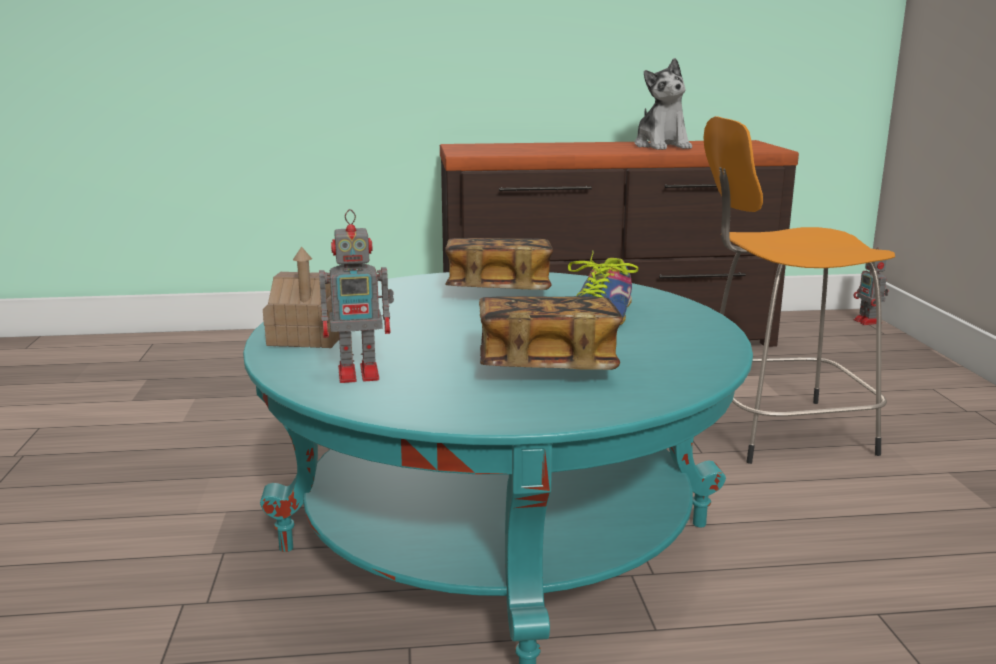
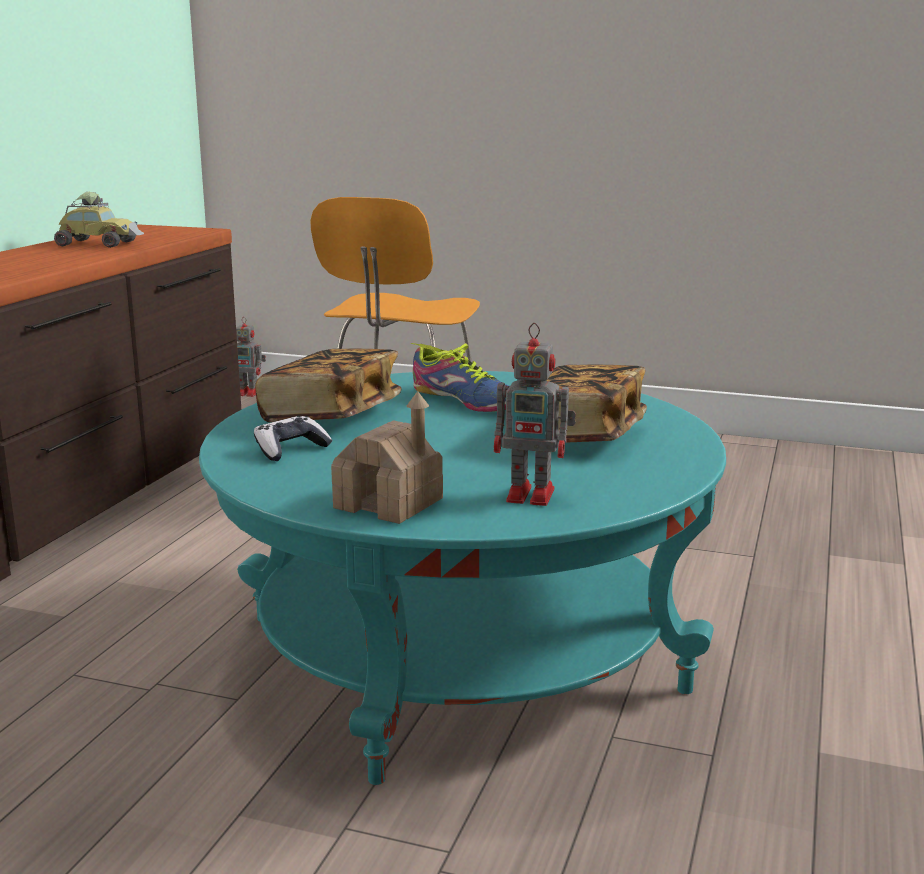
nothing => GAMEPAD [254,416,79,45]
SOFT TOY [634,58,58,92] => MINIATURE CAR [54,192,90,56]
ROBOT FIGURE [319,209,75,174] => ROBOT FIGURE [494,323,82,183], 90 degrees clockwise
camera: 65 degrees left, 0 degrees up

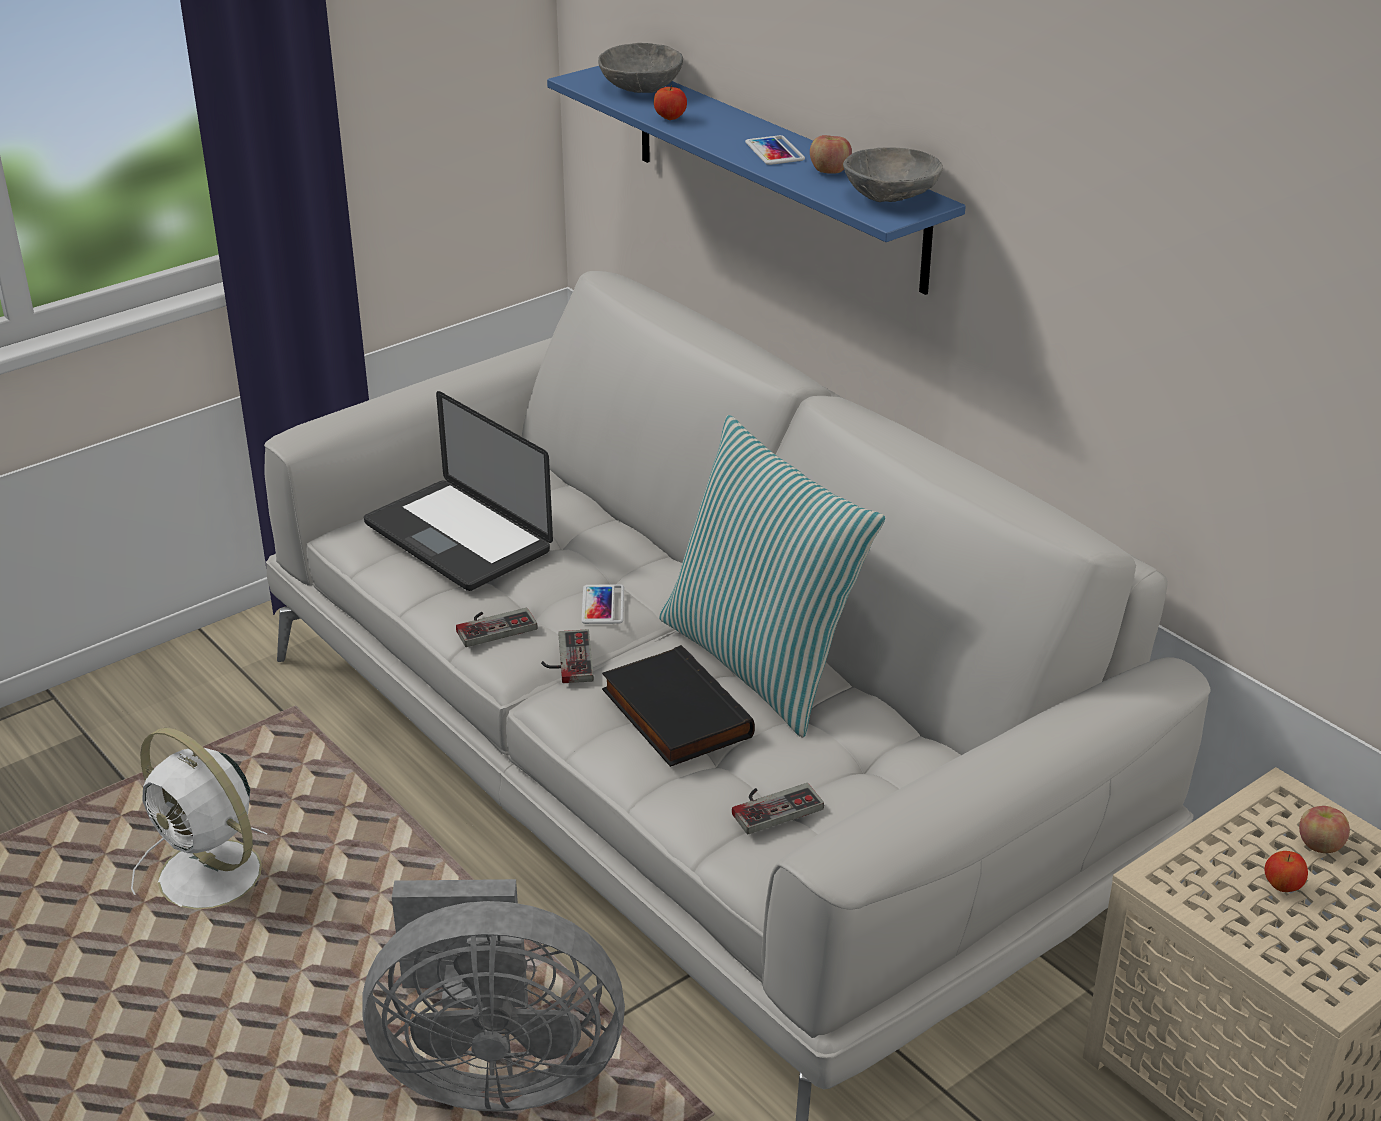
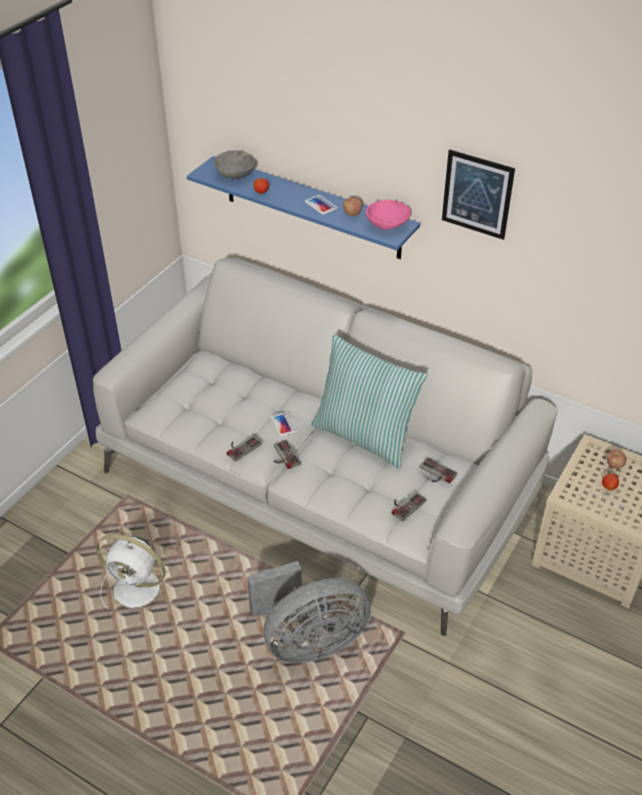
PORTABLE COMPUTER [364,391,189,200] => nothing
BLACK-COLOURED BOUND BOOK [602,645,153,122] => nothing
nothing => GAMEPAD [420,457,37,26]
nothing => WALL ART [442,150,73,90]
GRAY BOWL [843,148,100,54] => PINKISH BOWL [366,200,45,30]
camera: 20 degrees left, 10 degrees up

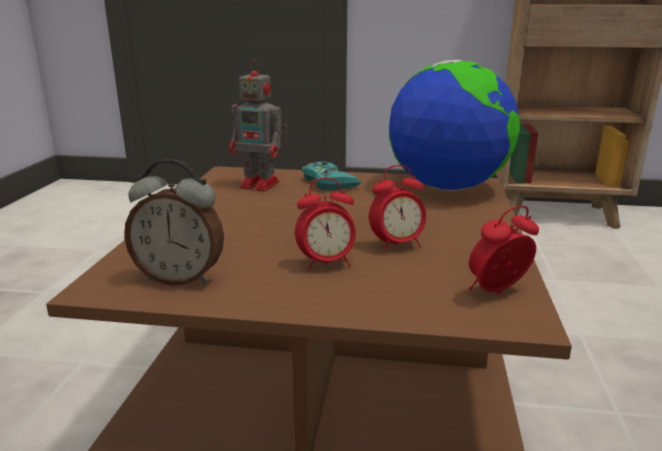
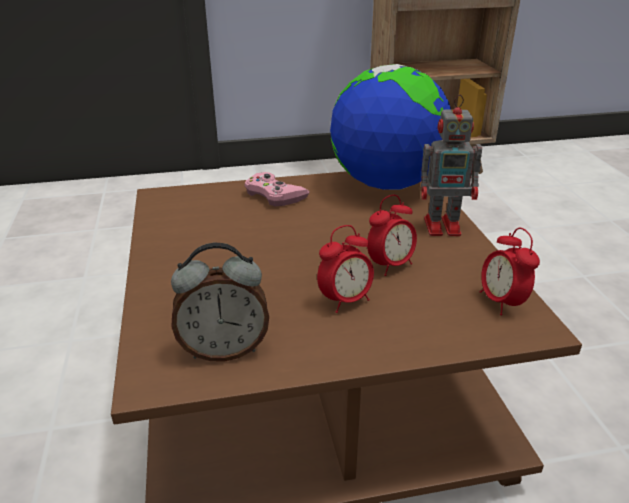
ROBOT FIGURE [229,59,59,133] => ROBOT FIGURE [421,95,61,141], moved
TURQUOISE-COLOURED GAMEPAD [302,161,59,29] => PINKISH GAMEPAD [245,172,65,34]
BEDSIDE CLOCK [469,206,70,89] => BEDSIDE CLOCK [480,228,60,87], 60 degrees counterclockwise
camera: 20 degrees left, 10 degrees up

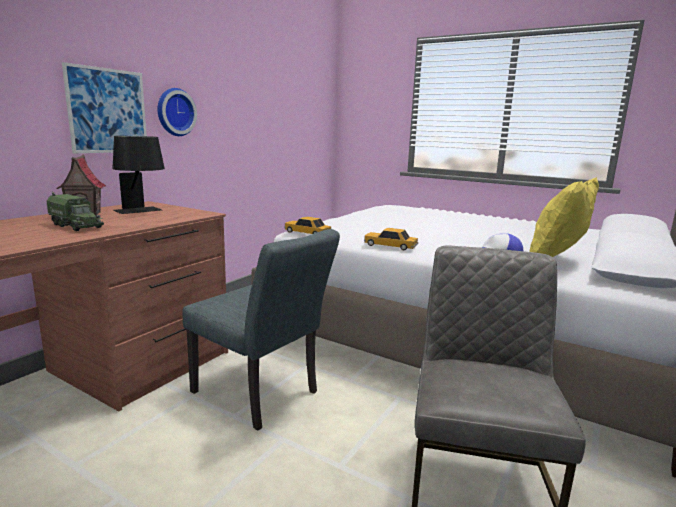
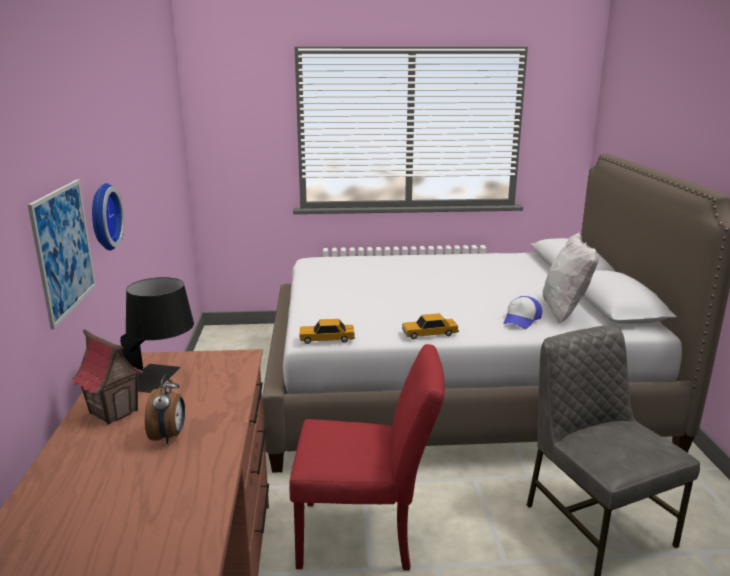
TOY LORRY [46,191,58,40] => BEDSIDE CLOCK [145,374,40,70]
GRAY CHAIR [182,229,158,202] => RED CHAIR [289,344,156,227]
YELLOW-COLOURED THROW PILLOW [529,177,70,80] => WHITISH THROW PILLOW [543,233,55,91]
camera: 35 degrees left, 5 degrees up

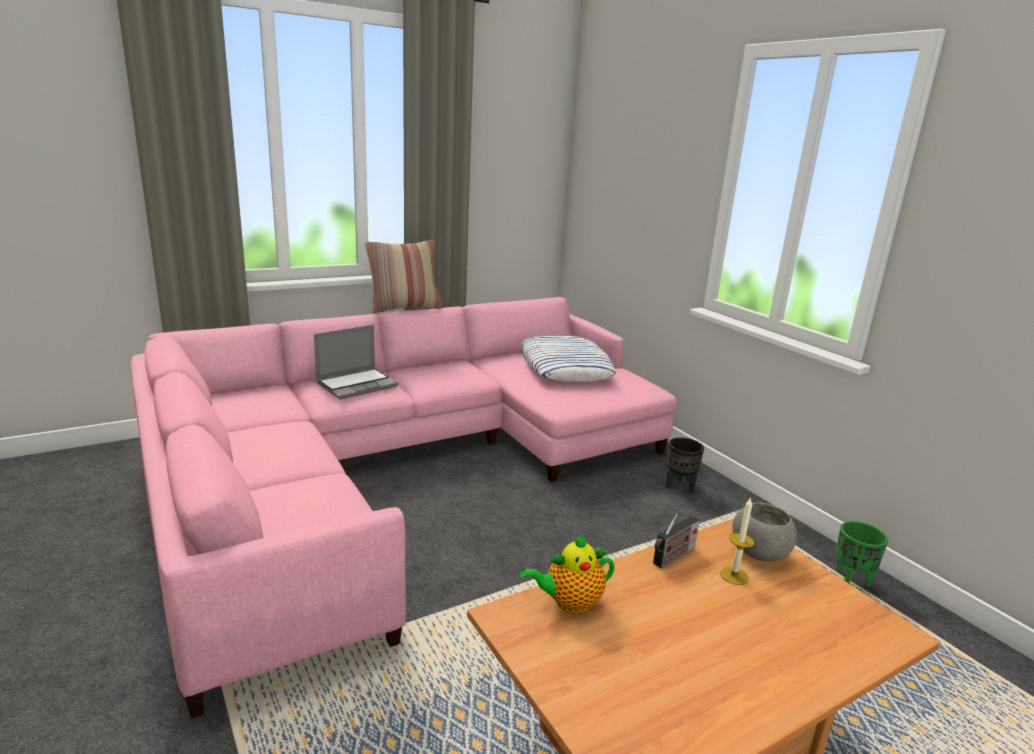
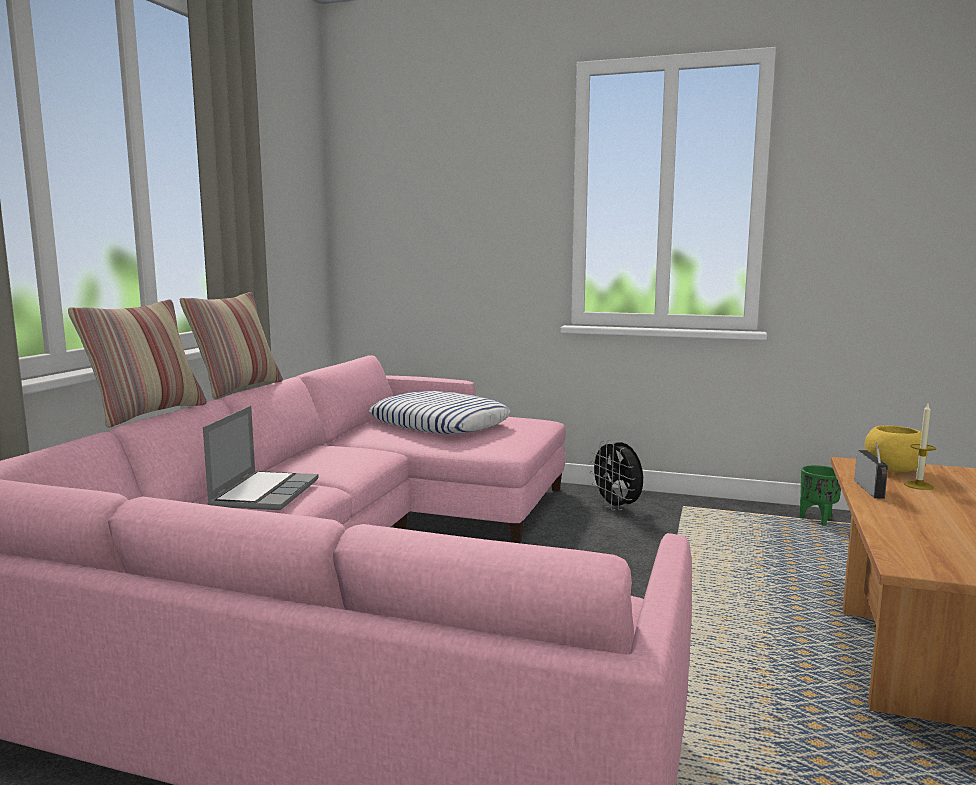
TEAPOT [520,534,94,80] => nothing
nothing => THROW PILLOW [68,300,139,128]
BLACK-COLOURED PLANT POT [666,437,38,56] => BLACK-COLOURED COOLING FAN [589,439,54,71]
GRAY BOWL [733,502,64,59] => YELLOW-COLOURED BOWL [865,425,63,47]
camera: 40 degrees left, 10 degrees down

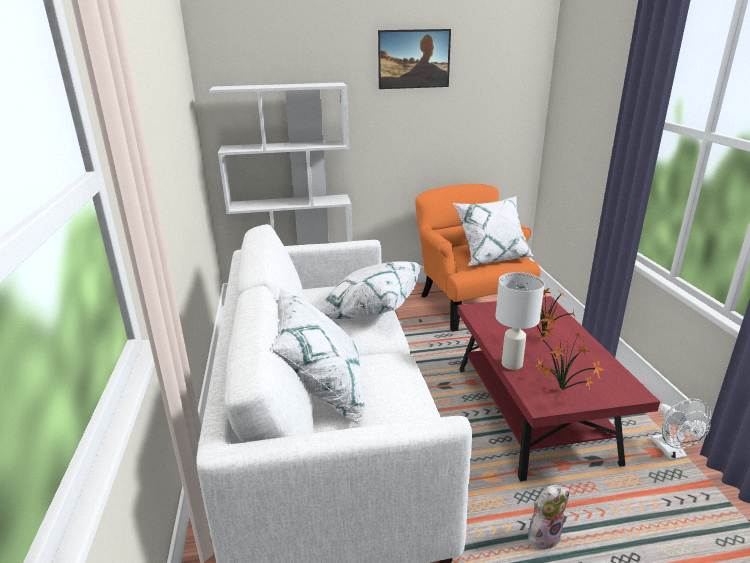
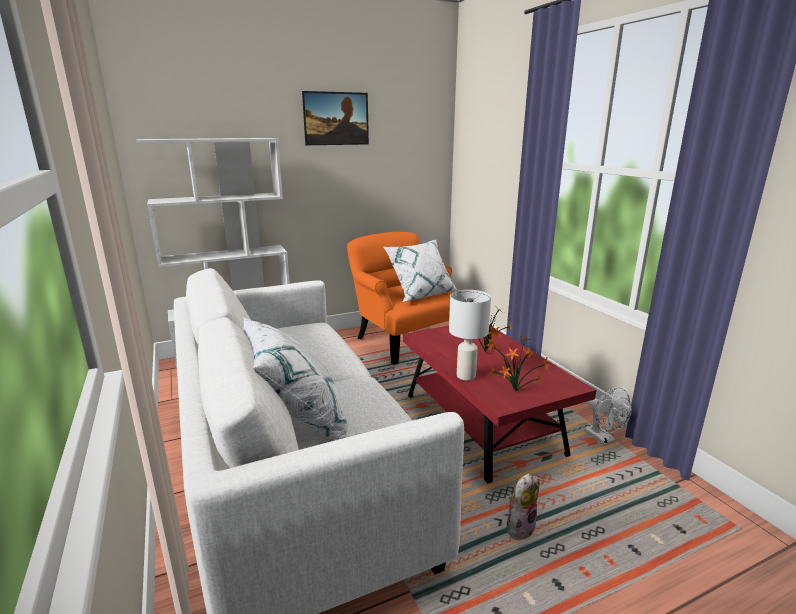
WHITISH THROW PILLOW [319,261,102,58] => nothing
camera: 15 degrees left, 5 degrees down

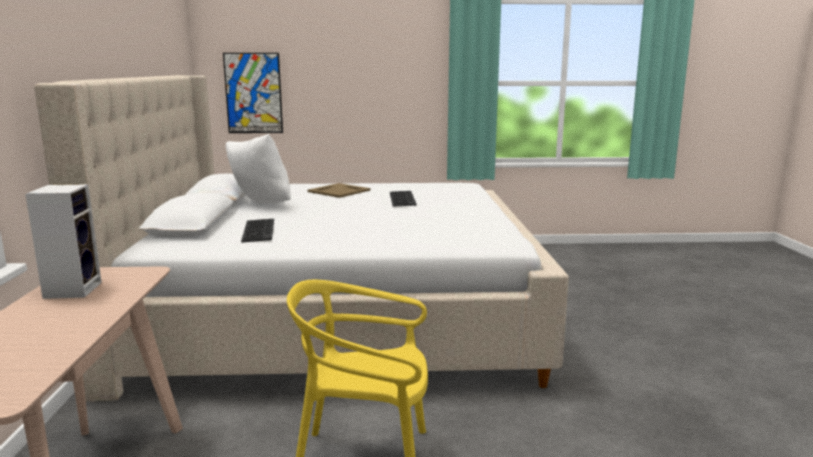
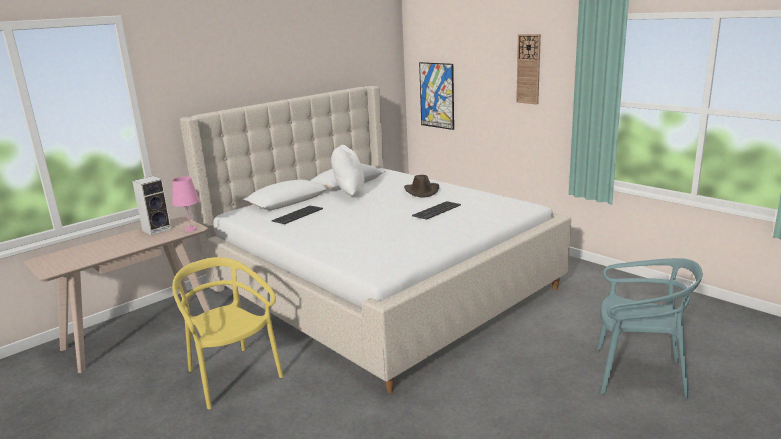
nothing => PINKISH LAMP FOR A TABLE [172,176,28,56]
nothing => HANGING CLOCK [516,34,25,70]
nothing => TURQUOISE-COLOURED CHAIR [597,258,106,141]
BEIGE-COLOURED TRAY [307,183,64,15] => BROWN-COLOURED CLOTHING HAT [404,175,35,23]
camera: 50 degrees right, 5 degrees up

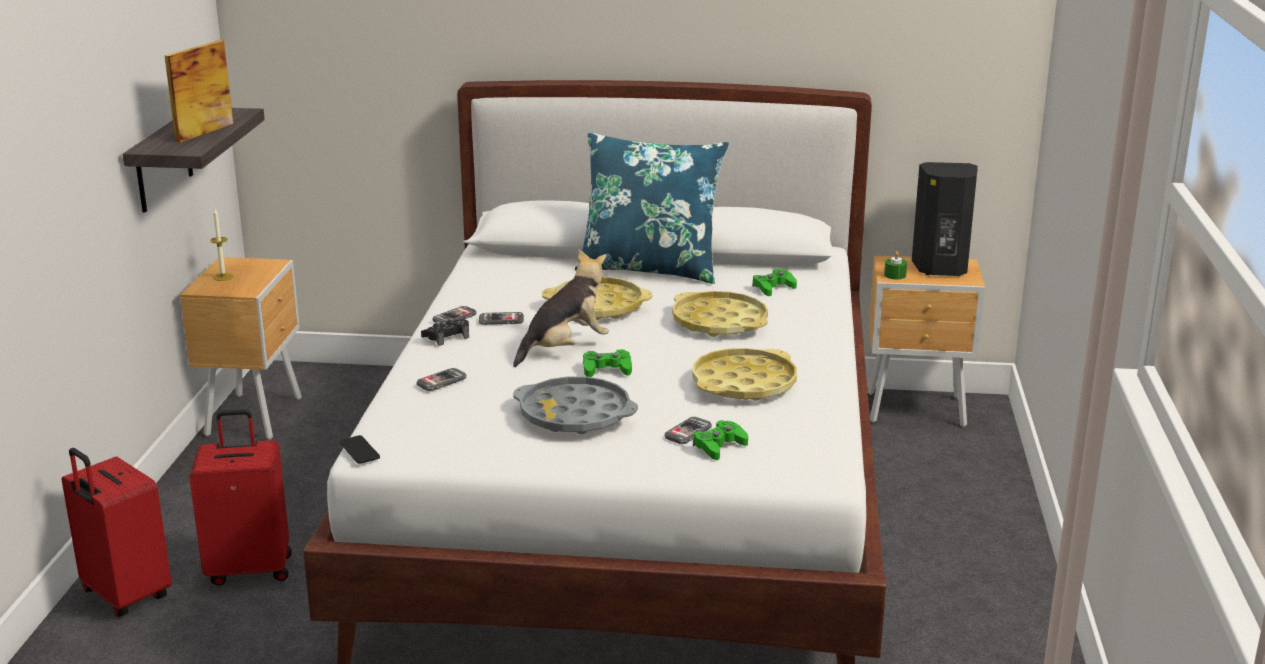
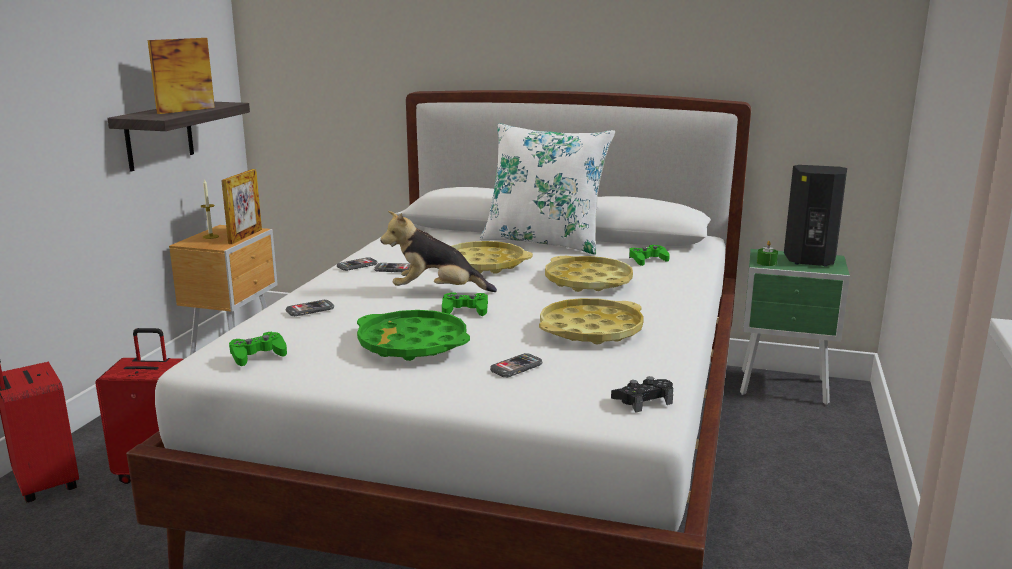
PHONE [339,435,41,29] => nothing
nothing => STANDING FRAME [221,169,41,75]
BLACK-COLOURED GAMEPAD [421,318,48,28] => BLACK-COLOURED GAMEPAD [611,376,62,37], moved
GREENISH GAMEPAD [693,420,55,40] => GREENISH GAMEPAD [229,332,58,34], moved
GRAY TRAY [513,376,125,58] => GREENISH TRAY [357,310,113,51]
BLUE THROW PILLOW [575,132,154,152] => WHITISH THROW PILLOW [480,123,135,132]
BROWN-COLOURED BEDSIDE TABLE [868,255,117,172] => GREENISH BEDSIDE TABLE [740,249,110,156]
SOFT TOY [513,250,96,117] => SOFT TOY [380,211,117,81], 150 degrees counterclockwise
camera: 10 degrees right, 5 degrees down

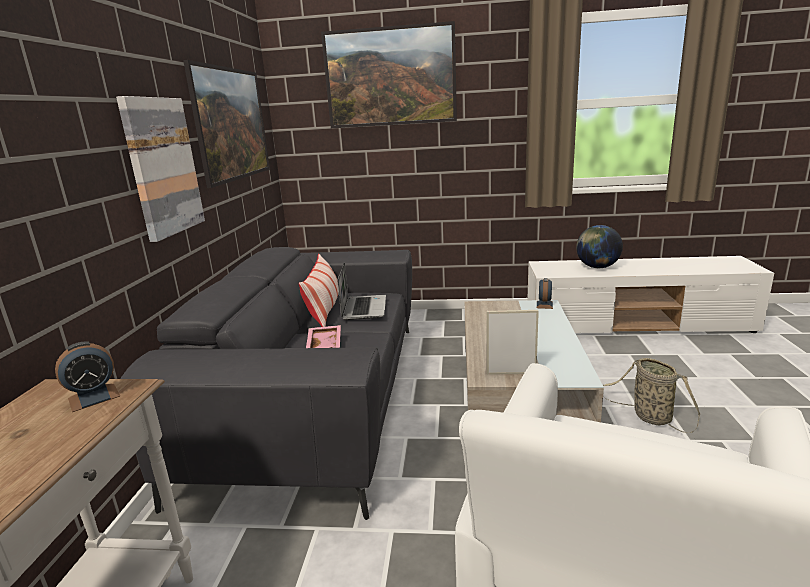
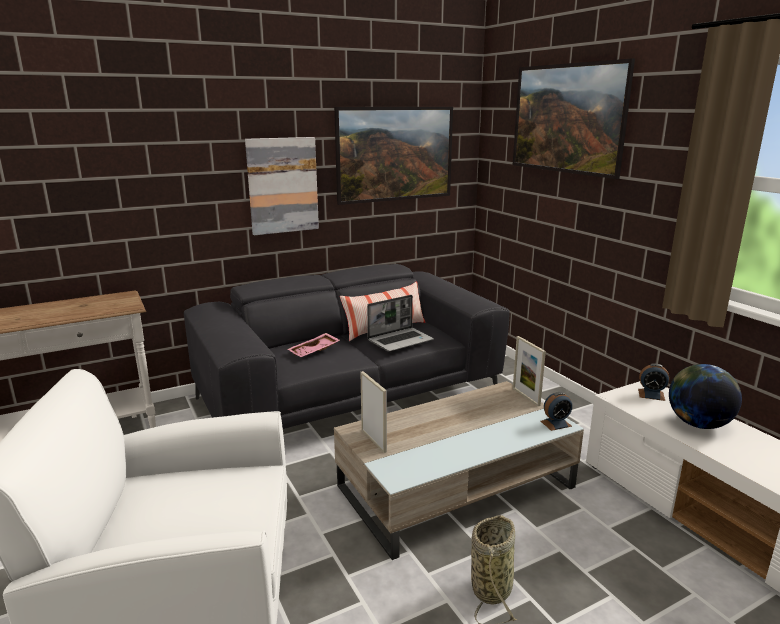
nothing => STANDING FRAME [513,336,33,70]
BEDSIDE CLOCK [55,341,65,71] => BEDSIDE CLOCK [638,363,32,38], moved
camera: 55 degrees right, 0 degrees up

